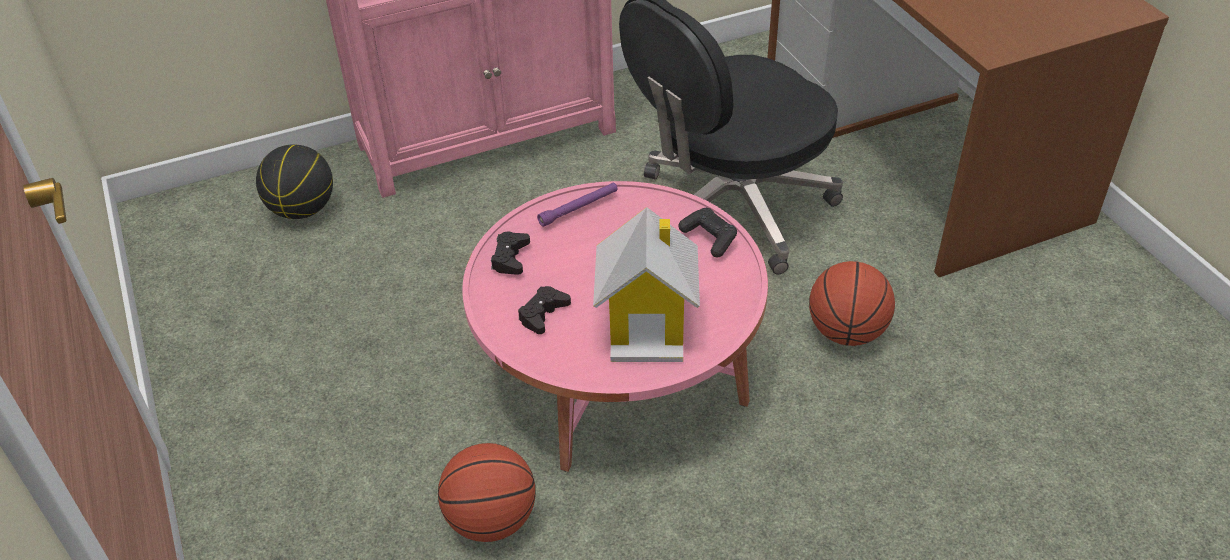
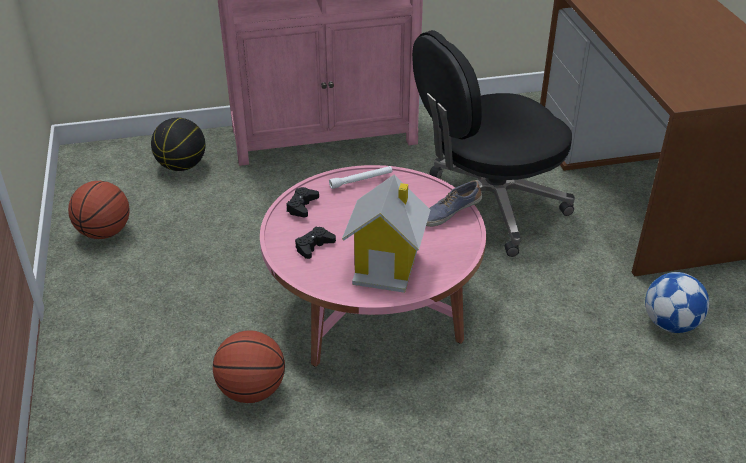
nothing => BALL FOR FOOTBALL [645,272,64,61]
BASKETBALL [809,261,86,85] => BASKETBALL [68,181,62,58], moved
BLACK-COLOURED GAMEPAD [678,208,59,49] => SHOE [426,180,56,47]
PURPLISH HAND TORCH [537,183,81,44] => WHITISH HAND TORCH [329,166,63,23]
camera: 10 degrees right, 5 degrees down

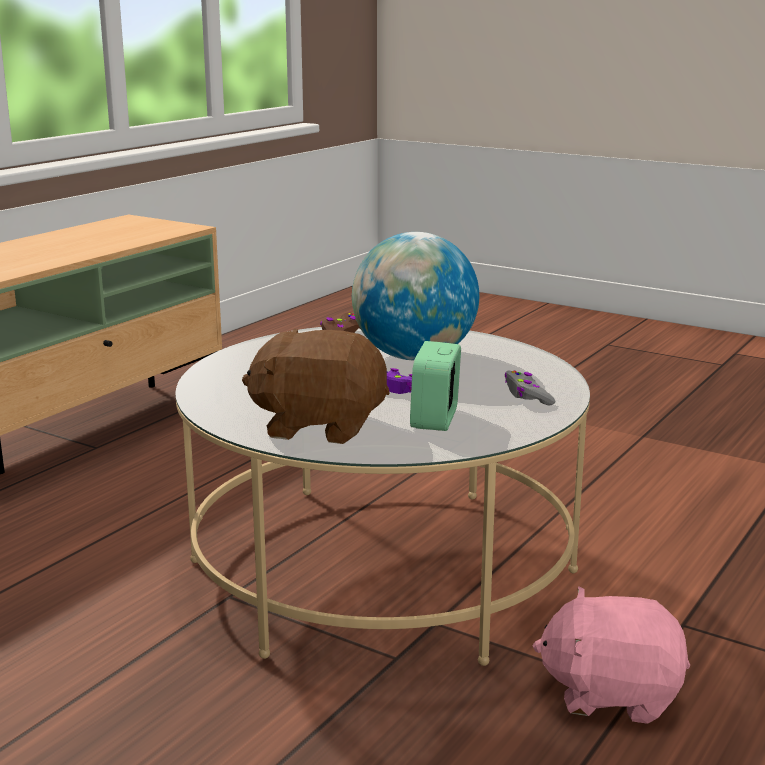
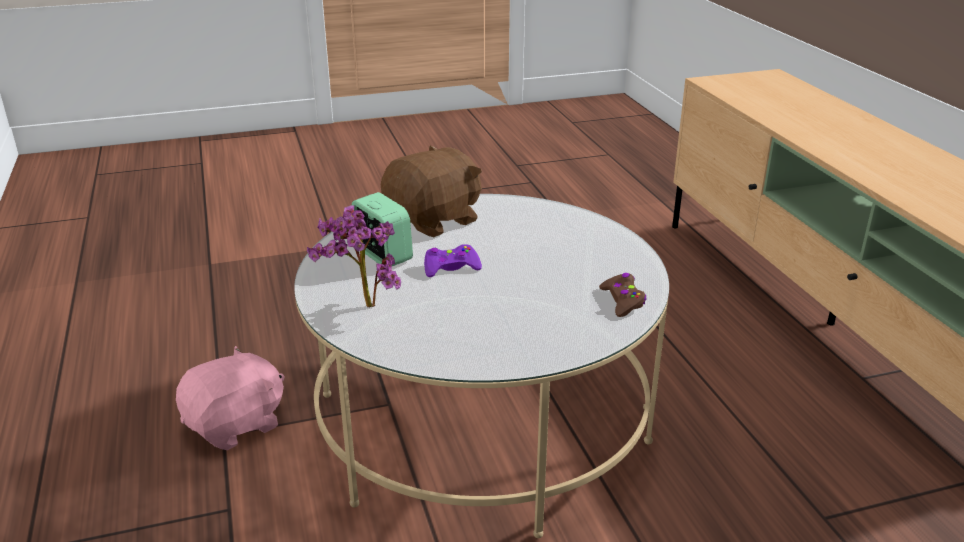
GLOBE [352,232,127,128] => nothing
GRAY GAMEPAD [505,371,50,34] => PLANT IN A POT [307,206,94,101]
camera: 130 degrees right, 10 degrees up

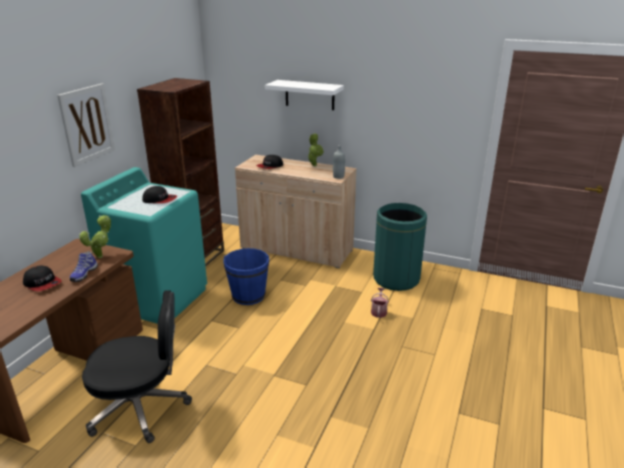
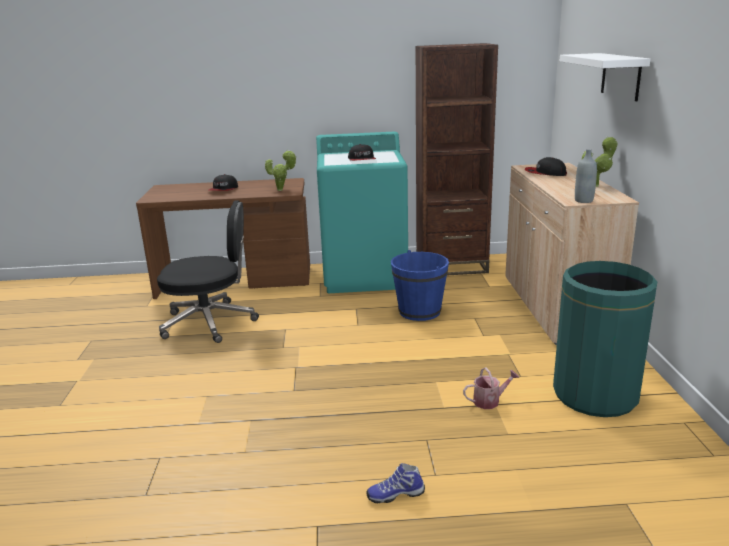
WALL ART [57,83,58,84] => nothing
SHOE [70,251,28,31] => SHOE [367,463,58,40], moved
BLACK-COLOURED DESK CHAIR [82,290,110,153] => BLACK-COLOURED DESK CHAIR [157,200,102,143], 60 degrees counterclockwise
camera: 65 degrees right, 5 degrees down

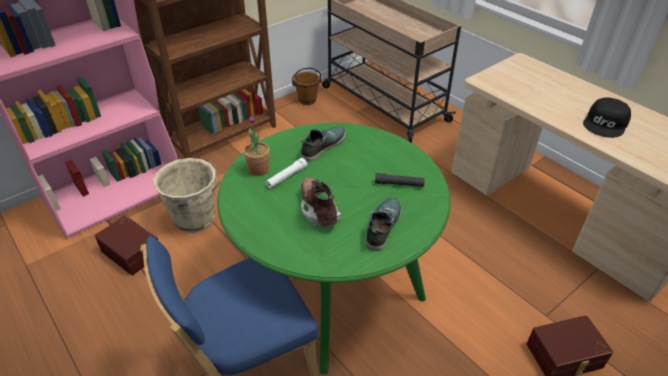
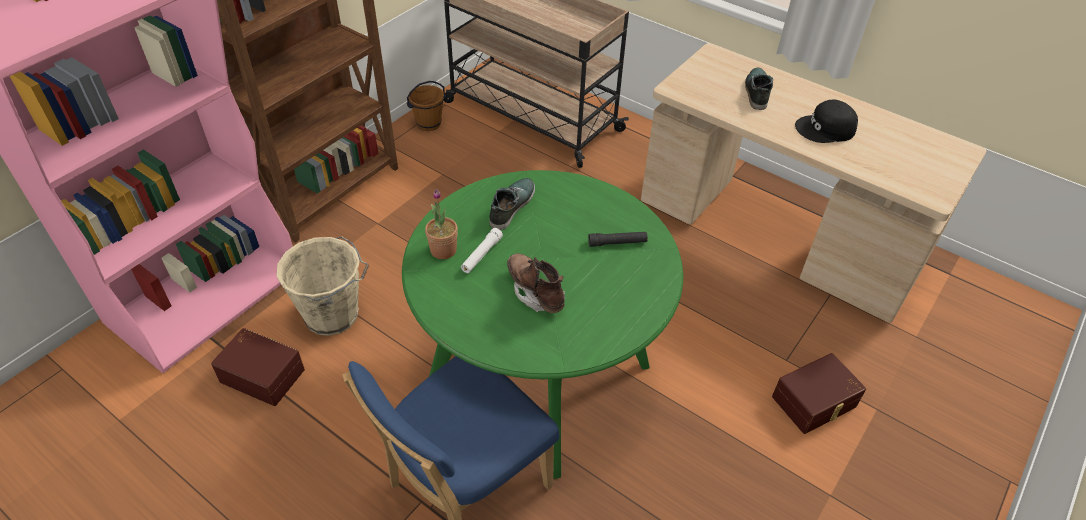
SHOE [366,198,36,53] => SHOE [745,68,28,42], moved
BLACK-COLOURED CAP [583,97,48,41] => BLACK-COLOURED CAP [795,100,63,43], 60 degrees clockwise
camera: 15 degrees left, 5 degrees up

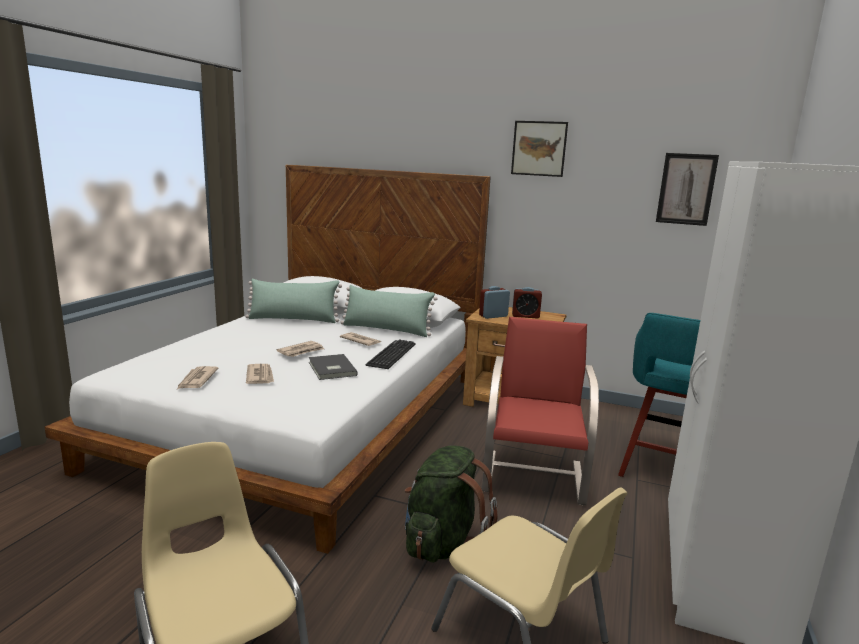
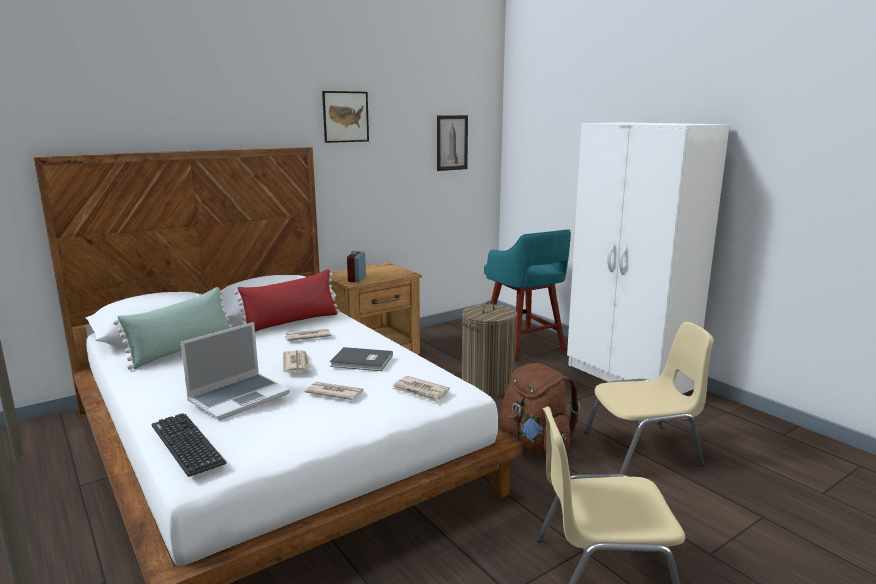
BEDSIDE CLOCK [512,287,30,32] => nothing
nothing => PORTABLE COMPUTER [181,322,109,98]
PRINTED PAPER [176,366,43,24] => PRINTED PAPER [392,376,58,26], moved
PC KEYBOARD [366,339,50,30] => PC KEYBOARD [151,413,75,64], moved
RED CHAIR [482,317,117,188] => LAUNDRY BASKET [462,300,55,97]
GREENISH THROW PILLOW [340,285,97,52] => RED THROW PILLOW [234,269,106,63]
GREENISH RUCKSACK [405,445,93,118] => BROWN-COLOURED RUCKSACK [501,363,79,91]
camera: 55 degrees left, 0 degrees up

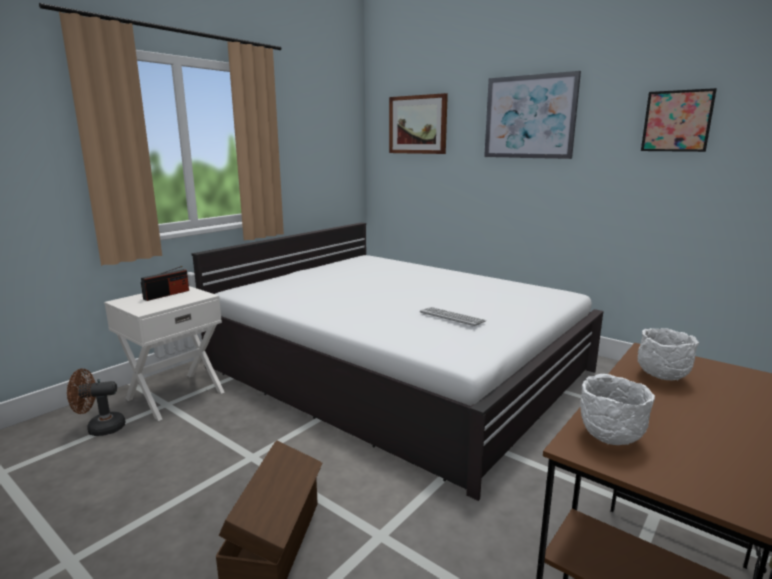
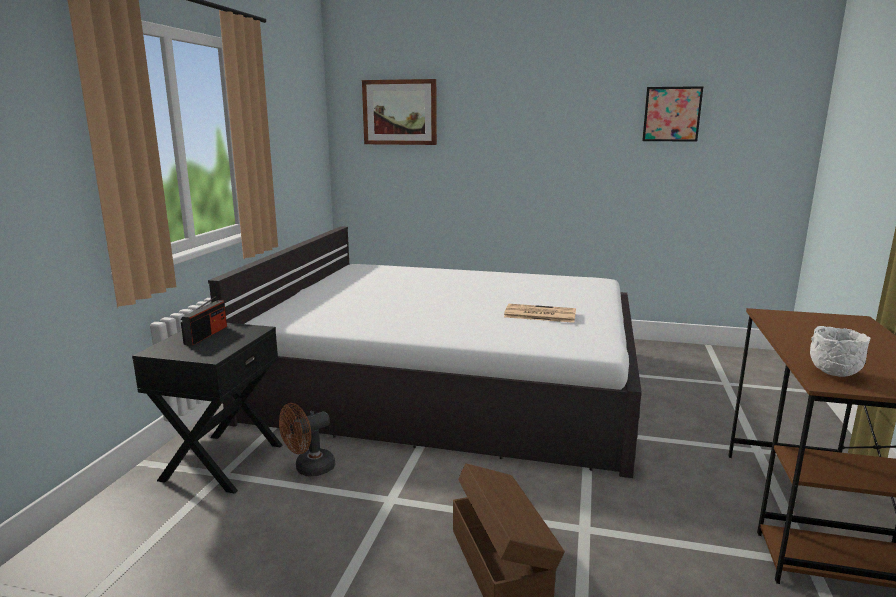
WALL ART [484,71,97,88] => nothing
WHITISH BOWL [638,328,61,53] => nothing
BROWN-COLOURED COOLING FAN [67,369,58,67] => BROWN-COLOURED COOLING FAN [279,403,56,73], moved
PC KEYBOARD [420,307,66,20] => PRINTED PAPER [504,304,72,19]
WHITISH BEDSIDE TABLE [104,286,121,135] => BLACK-COLOURED BEDSIDE TABLE [132,323,150,171]
camera: 25 degrees left, 0 degrees up

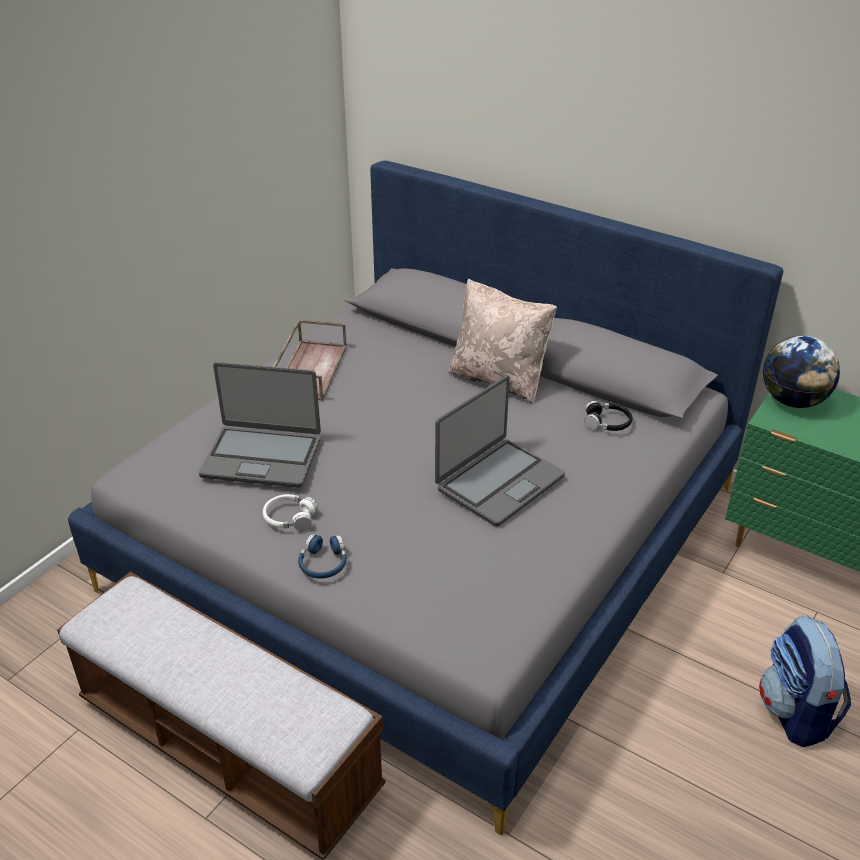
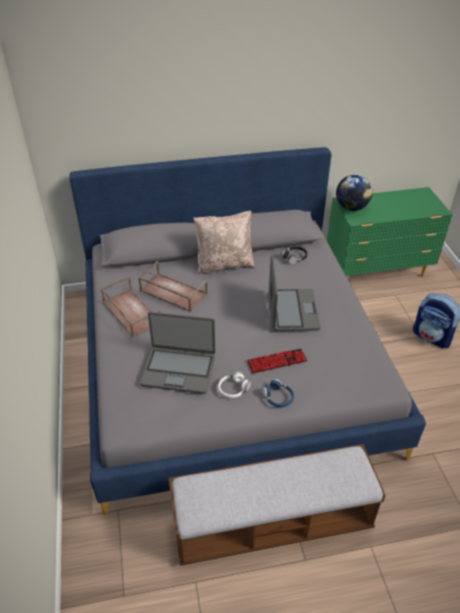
nothing => BROWN-COLOURED TRAY [138,261,70,51]
nothing => PC KEYBOARD [247,348,60,26]
PORTABLE COMPUTER [199,362,122,126] => PORTABLE COMPUTER [140,312,75,82], 45 degrees clockwise
camera: 45 degrees left, 5 degrees up

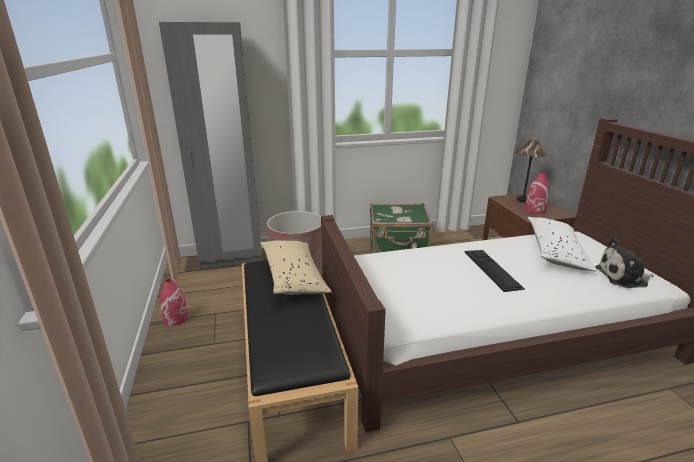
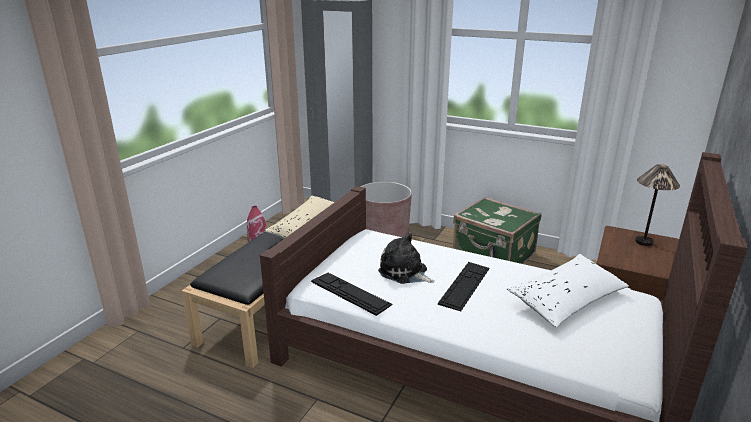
RED DECORATIVE VASE [525,173,25,41] => nothing
nothing => PC KEYBOARD [311,273,82,43]
SOFT TOY [595,238,59,50] => SOFT TOY [378,233,57,51], moved
camera: 40 degrees right, 0 degrees up

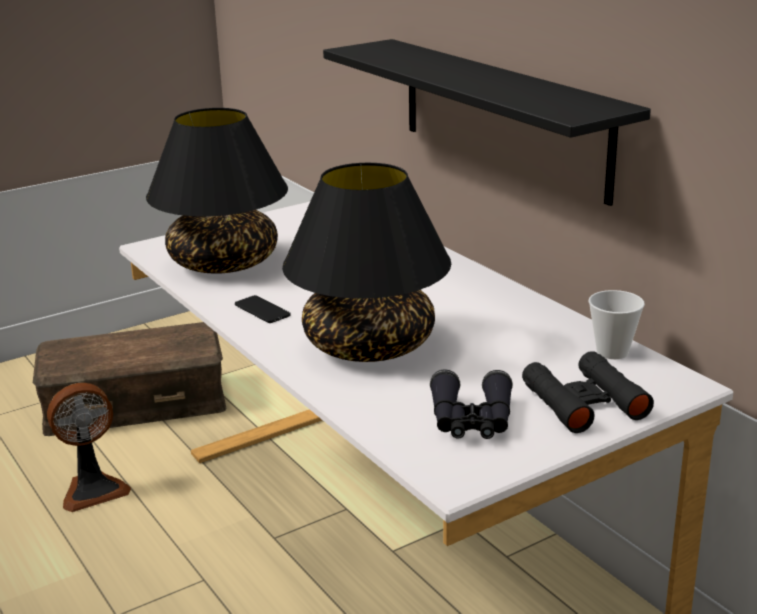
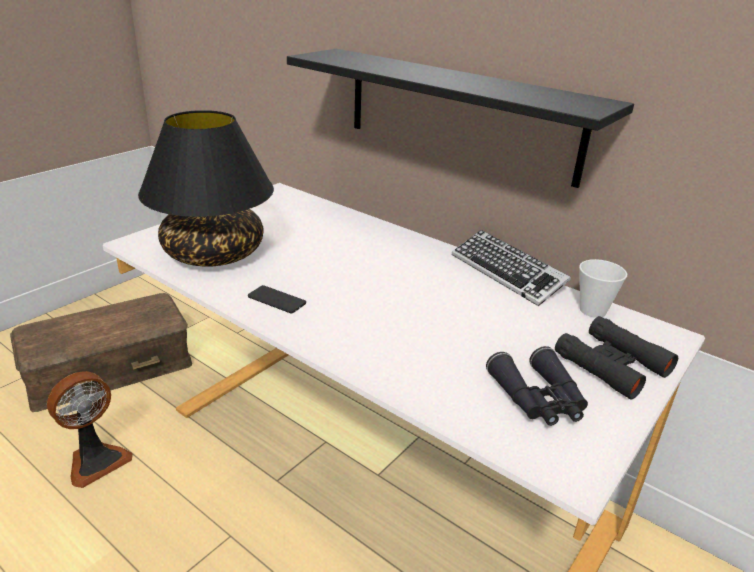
BLACK-COLOURED LAMP FOR A TABLE [282,163,169,199] => nothing
nothing => PC KEYBOARD [452,230,119,76]
camera: 20 degrees left, 5 degrees up

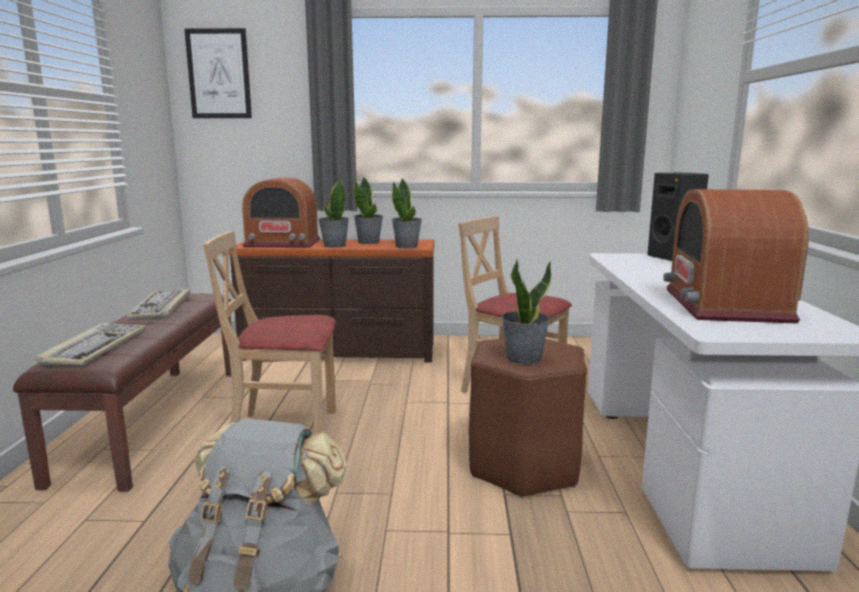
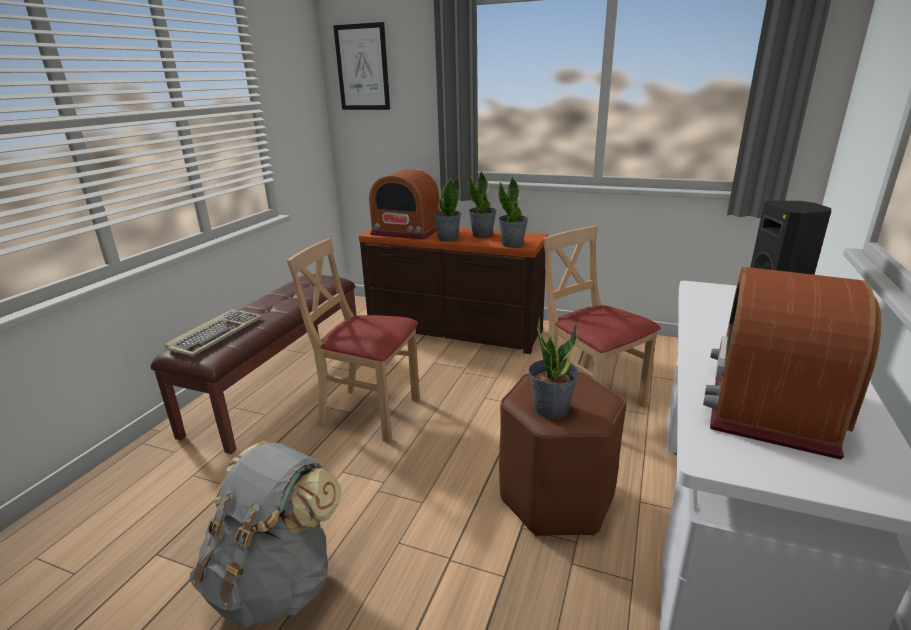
PC KEYBOARD [126,288,65,30] => nothing
camera: 20 degrees right, 10 degrees up

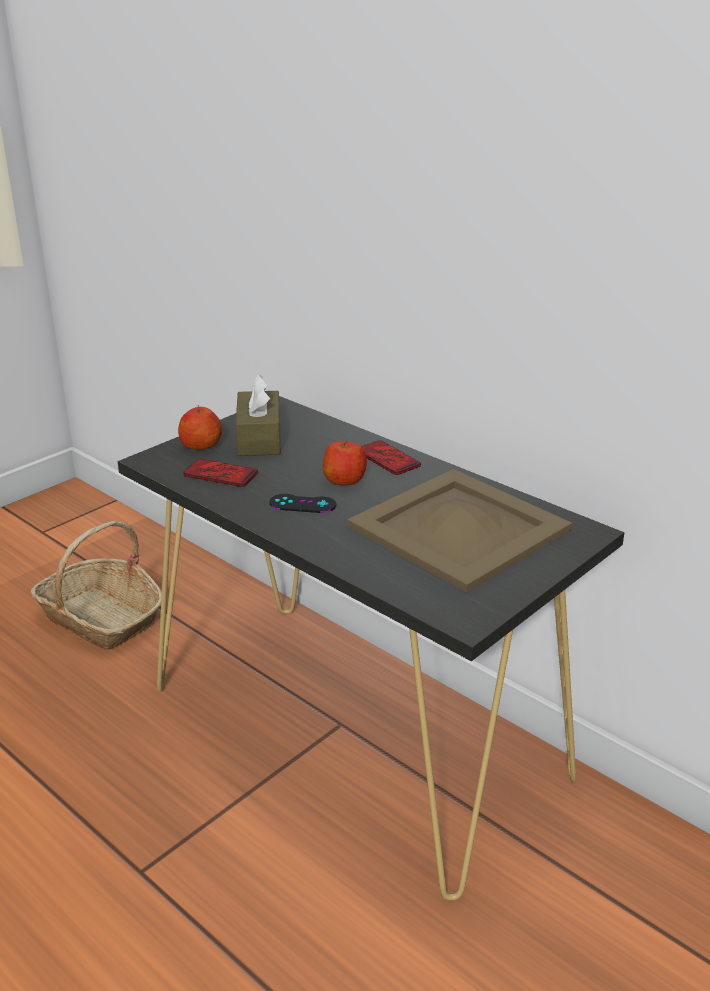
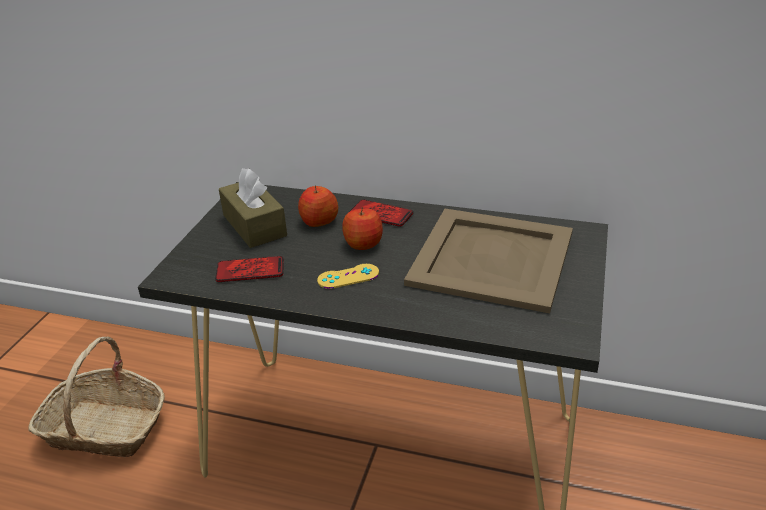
WHOLE APPLE [178,405,44,45] => WHOLE APPLE [298,185,40,42], moved
BLACK-COLOURED GAMEPAD [270,494,66,19] => YELLOW-COLOURED GAMEPAD [317,264,62,25]
camera: 25 degrees left, 5 degrees up

